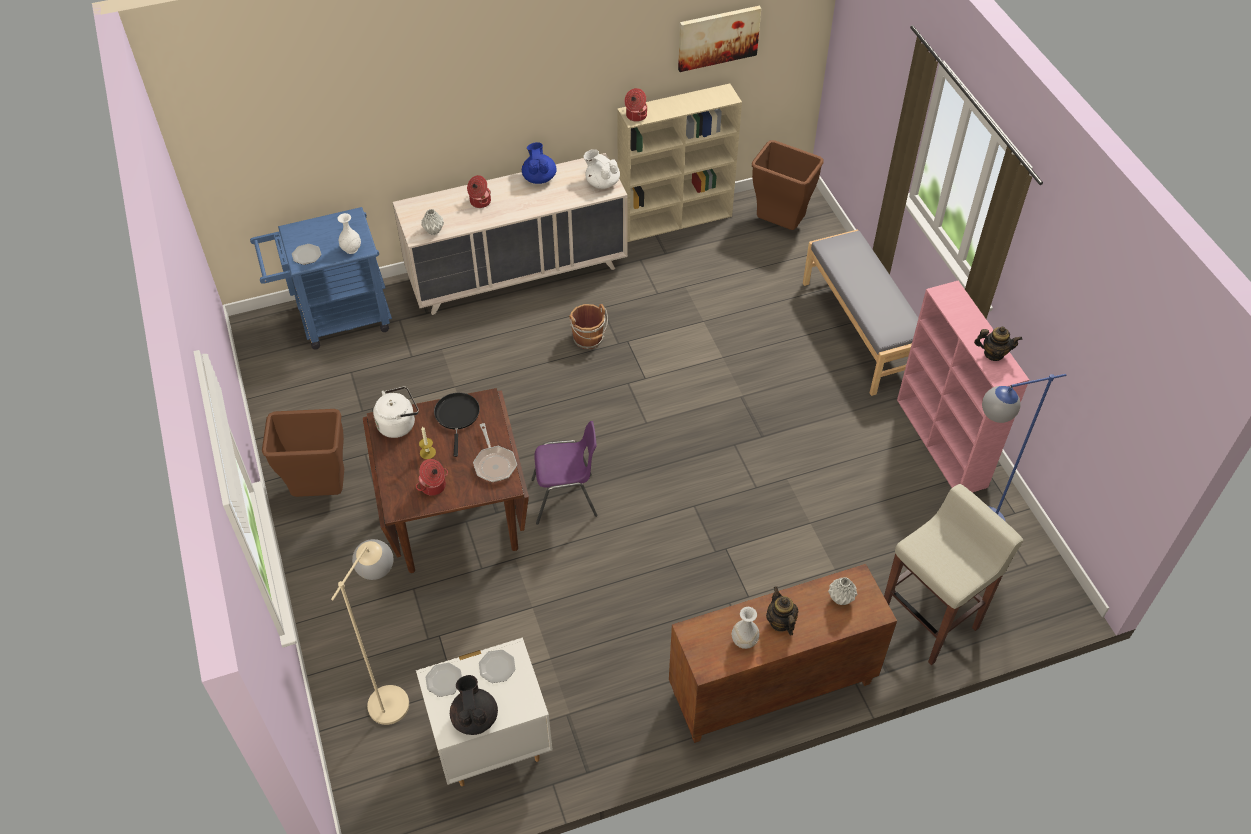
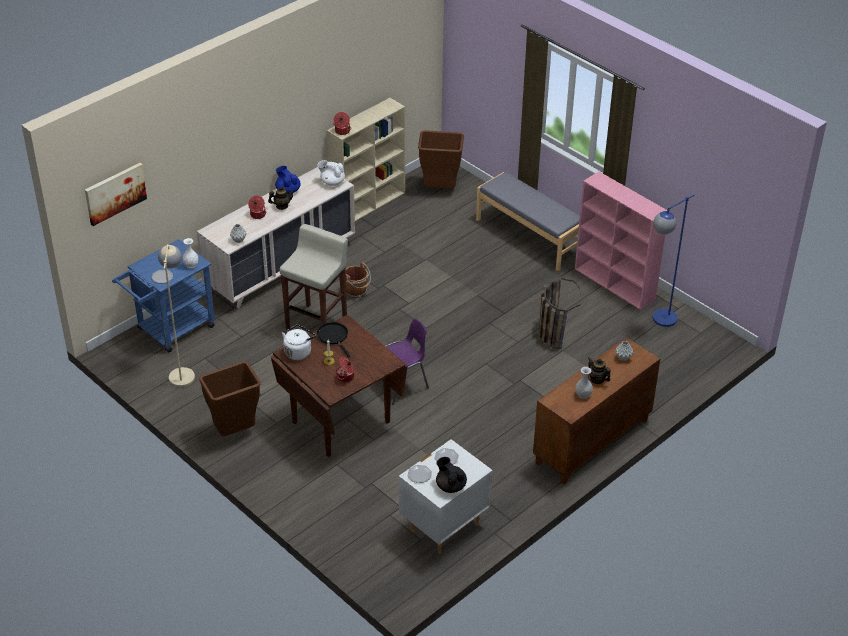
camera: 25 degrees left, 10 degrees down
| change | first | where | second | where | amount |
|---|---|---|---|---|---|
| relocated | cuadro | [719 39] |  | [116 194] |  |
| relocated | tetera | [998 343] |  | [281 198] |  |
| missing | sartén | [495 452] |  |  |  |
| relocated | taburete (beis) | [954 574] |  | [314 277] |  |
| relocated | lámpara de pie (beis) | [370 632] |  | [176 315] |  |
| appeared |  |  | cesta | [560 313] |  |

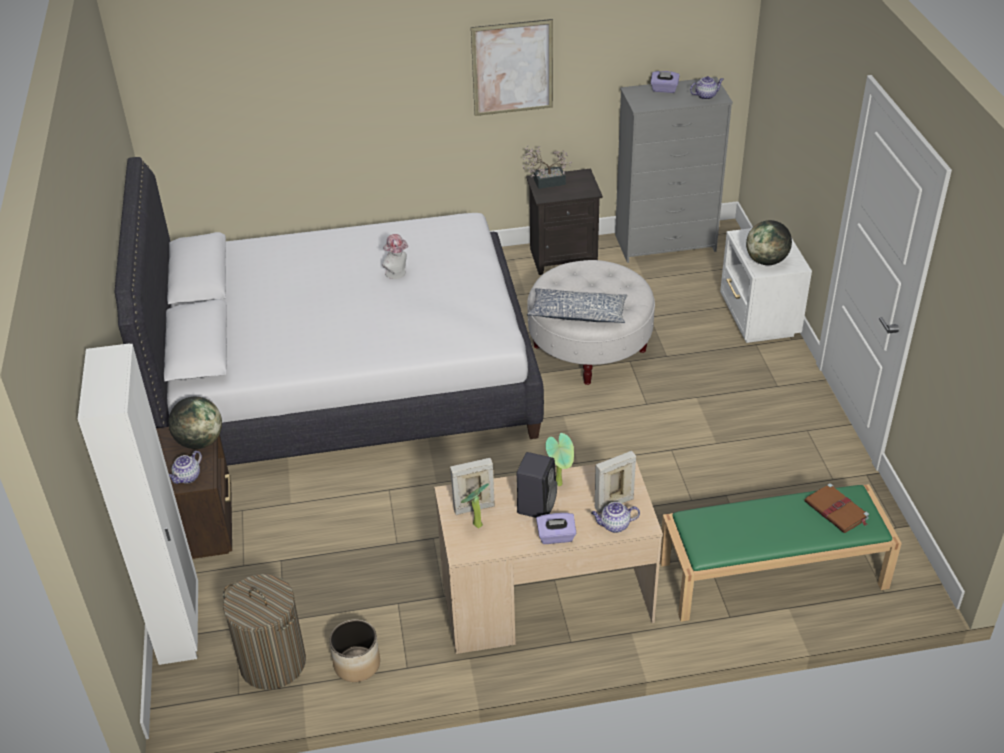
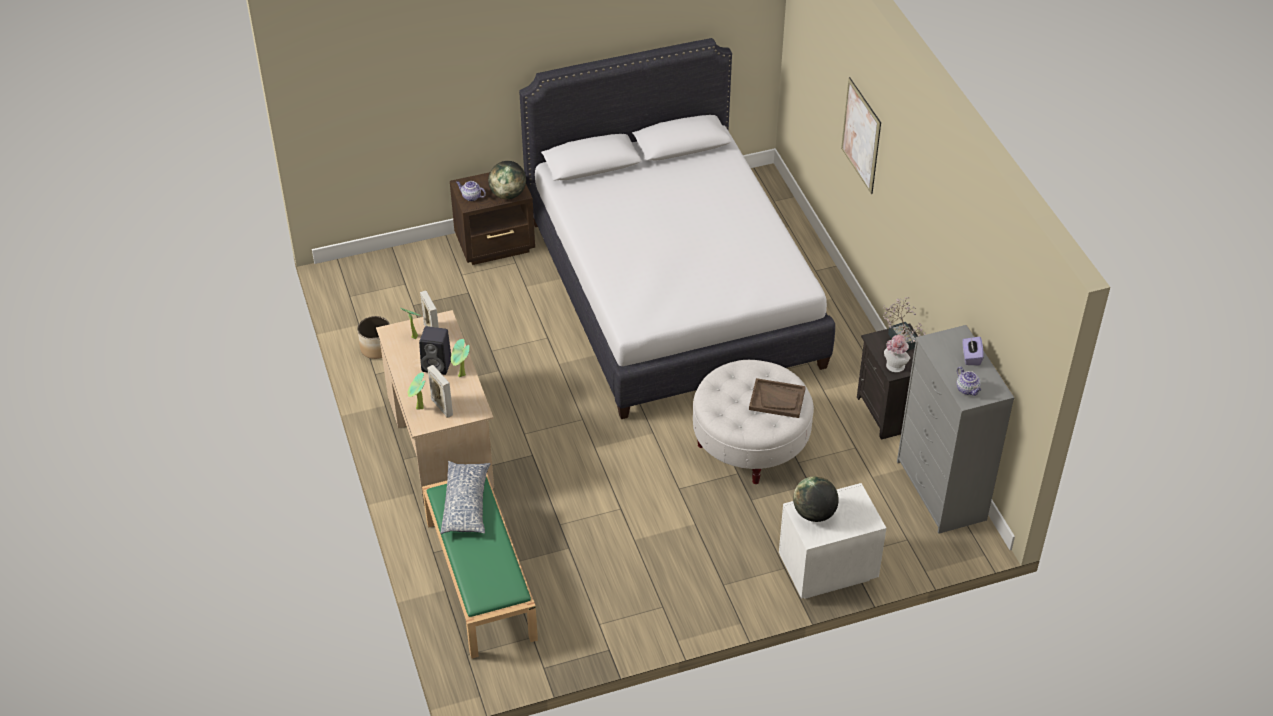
camera: 80 degrees right, 5 degrees up
| change | first | where | second | where | amount |
|---|---|---|---|---|---|
| relocated | cuadro | [512 67] |  | [861 135] |  |
| relocated | sombrero | [395 256] |  | [897 353] |  |
| relocated | cojín | [577 305] |  | [465 497] |  |
| missing | armario ropero (blanco) | [138 504] |  |  |  |
| missing | libro (marrón) | [837 508] |  |  |  |
| exchanged | tetera | [615 517] | planta en maceta | [416 391] |  |
| missing | caja de pañuelos (morado) | [556 528] |  |  |  |
| missing | cesto de la ropa | [264 632] |  |  |  |
| appeared |  |  | bandeja (marrón) | [777 398] |  |

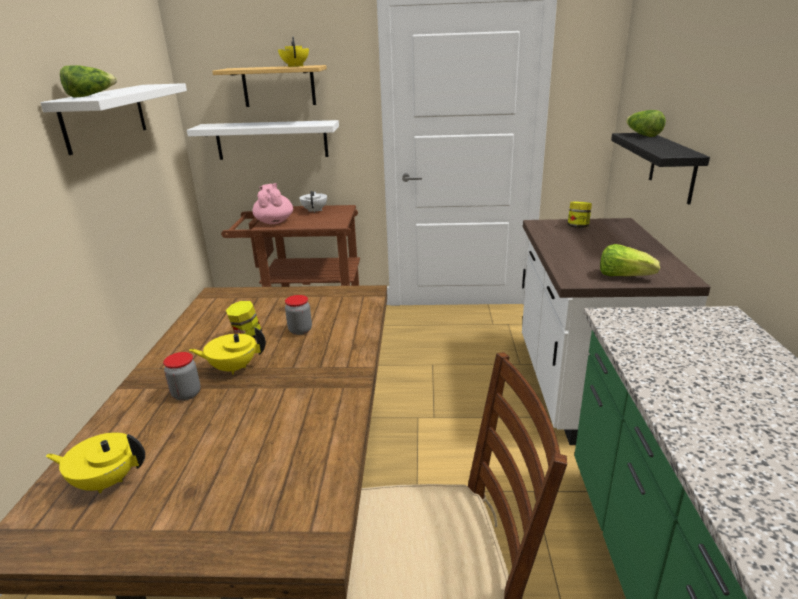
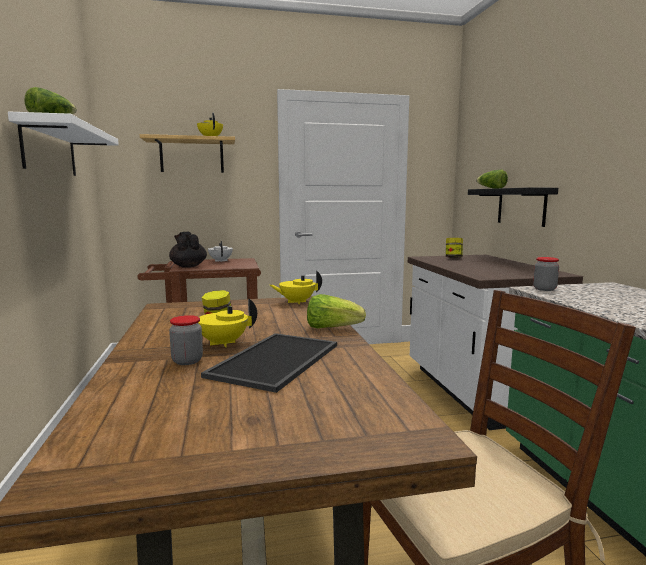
camera: 15 degrees left, 15 degrees down
| change | first | where | second | where | amount |
|---|---|---|---|---|---|
| missing | estante (blanco) | [263 140] |  |  |  |
| colour | tetera (rosa) | [273 203] | tetera (negro) | [188 250] |  |
| relocated | lechuga | [630 260] |  | [336 311] |  |
| relocated | tarro | [298 315] |  | [546 274] |  |
| relocated | tetera (amarillo) | [95 462] |  | [296 287] |  |
| appeared |  |  | bandeja | [269 363] |  |

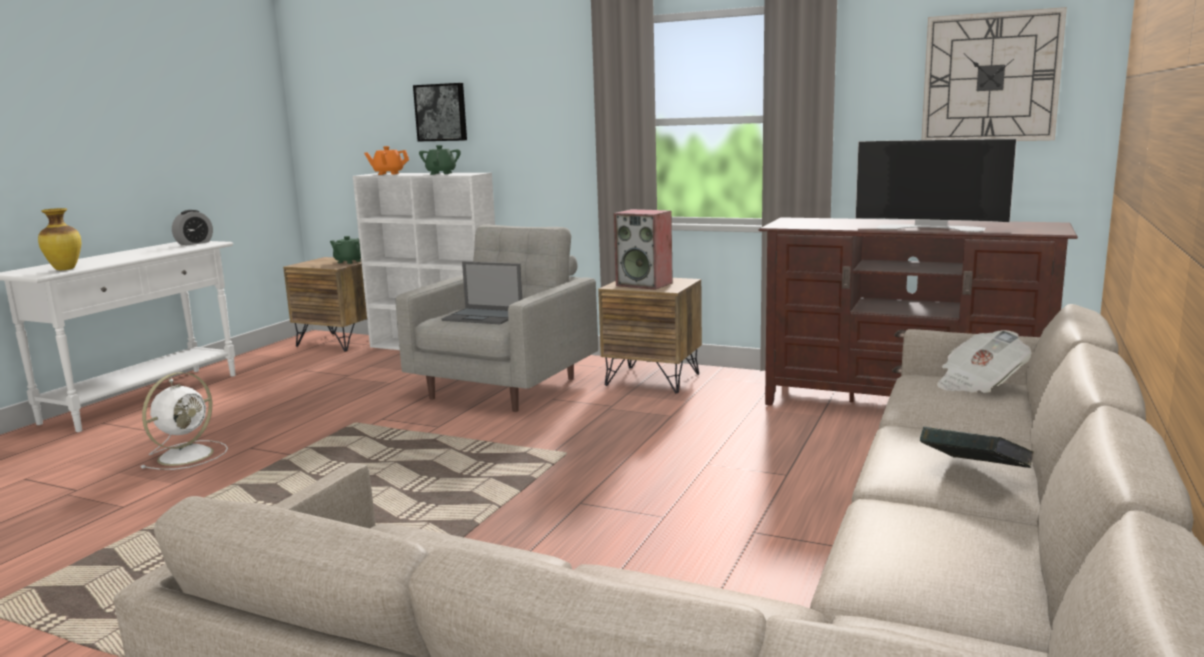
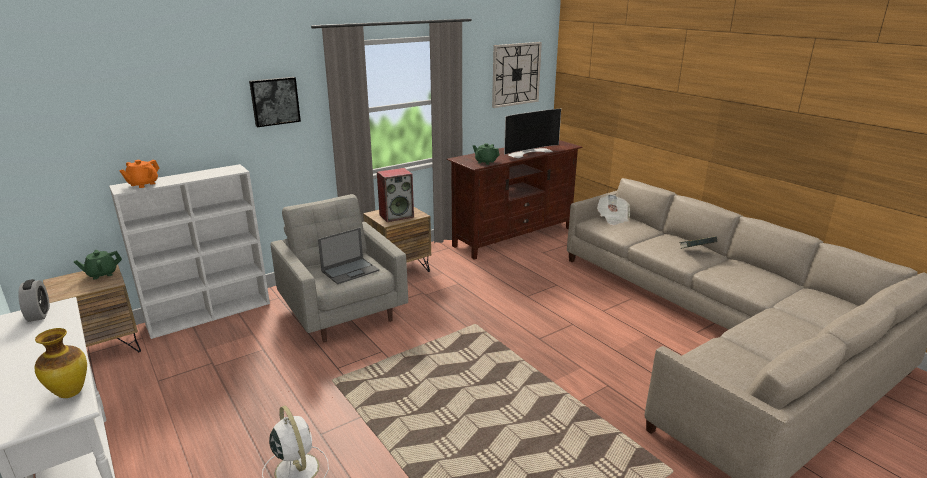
camera: 60 degrees left, 10 degrees up
| change | first | where | second | where | amount |
|---|---|---|---|---|---|
| relocated | cuadro | [440 112] |  | [275 102] |  |
| relocated | tetera (verde) | [440 160] |  | [486 154] |  |

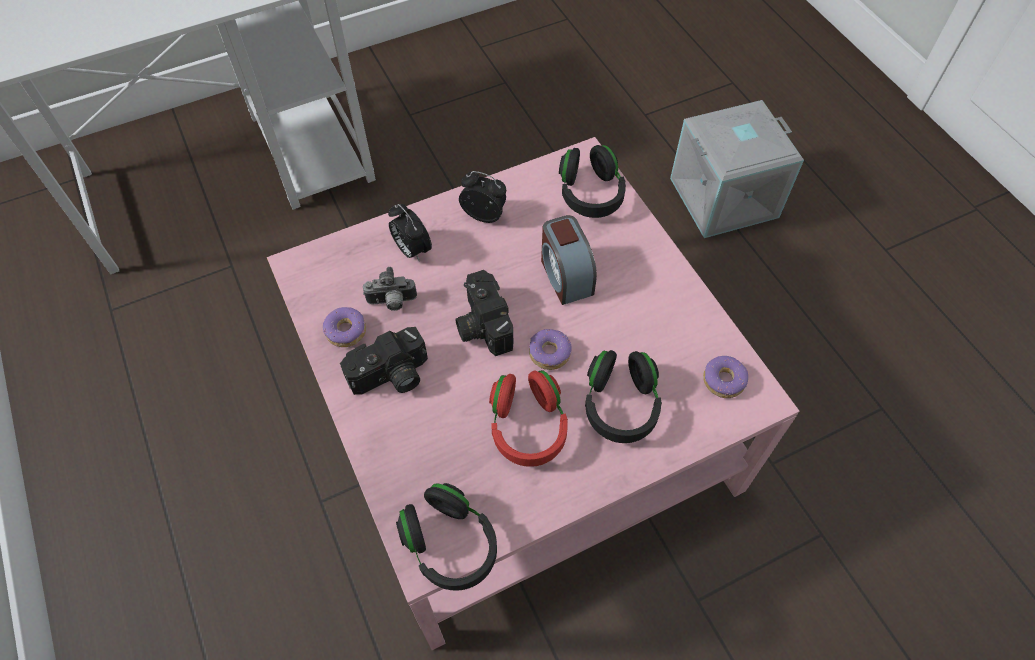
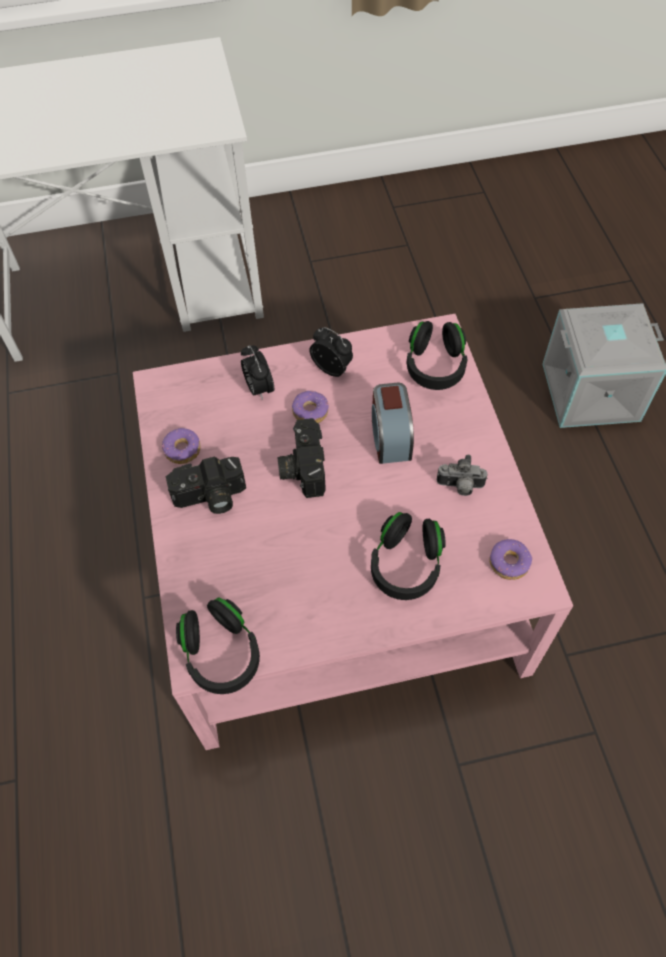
camera: 15 degrees right, 0 degrees up
| change | first | where | second | where | amount |
|---|---|---|---|---|---|
| relocated | cámara | [390 289] |  | [462 475] |  |
| relocated | rosquilla | [550 349] |  | [310 407] |  |
| missing | auriculares (rojo) | [528 418] |  |  |  |

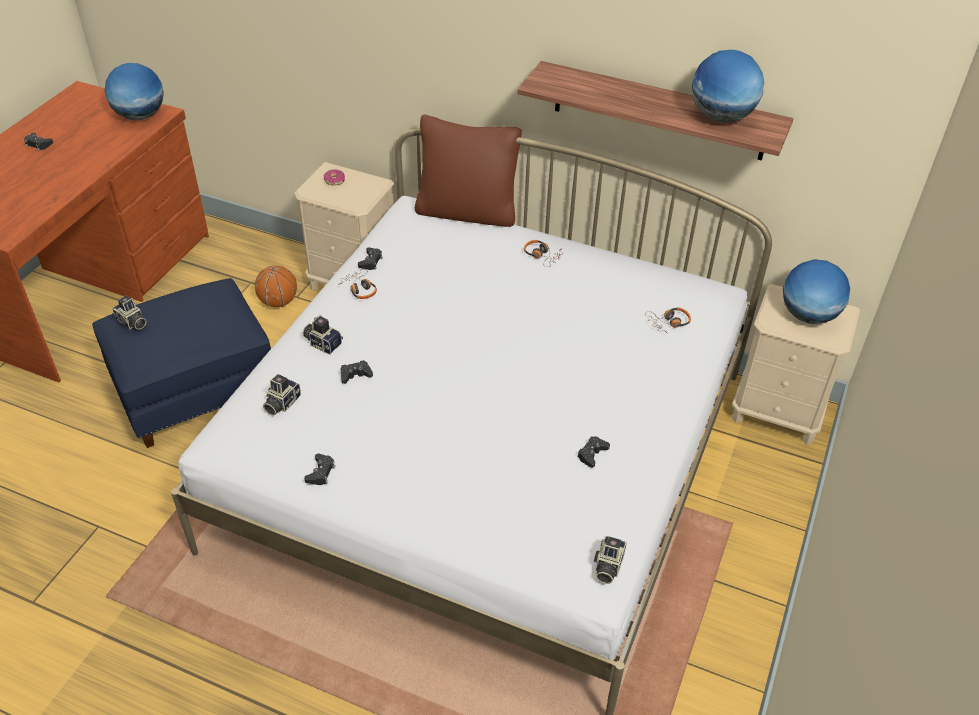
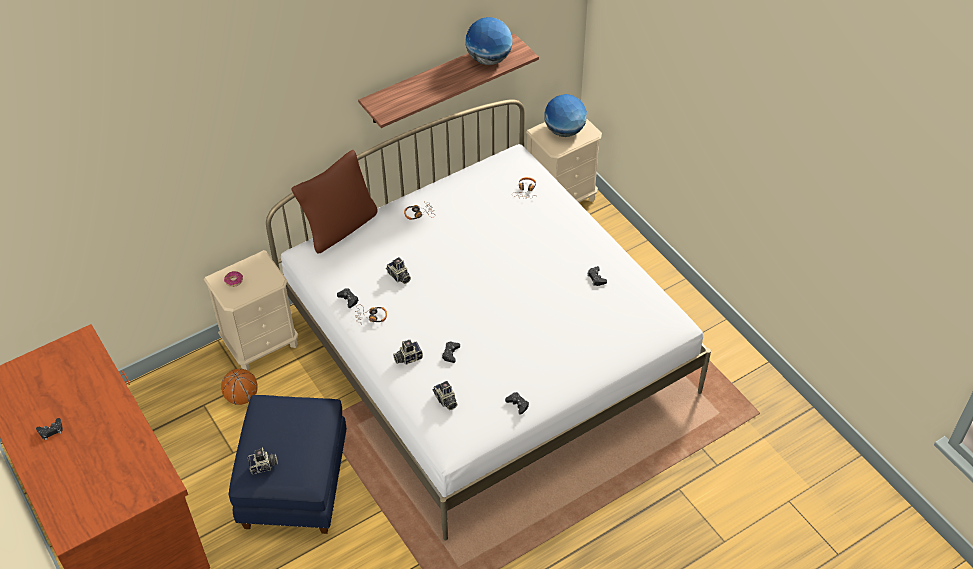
camera: 55 degrees left, 5 degrees up
| change | first | where | second | where | amount |
|---|---|---|---|---|---|
| missing | globo terráqueo | [134 91] |  |  |  |
| relocated | cámara | [610 560] |  | [398 270] |  |

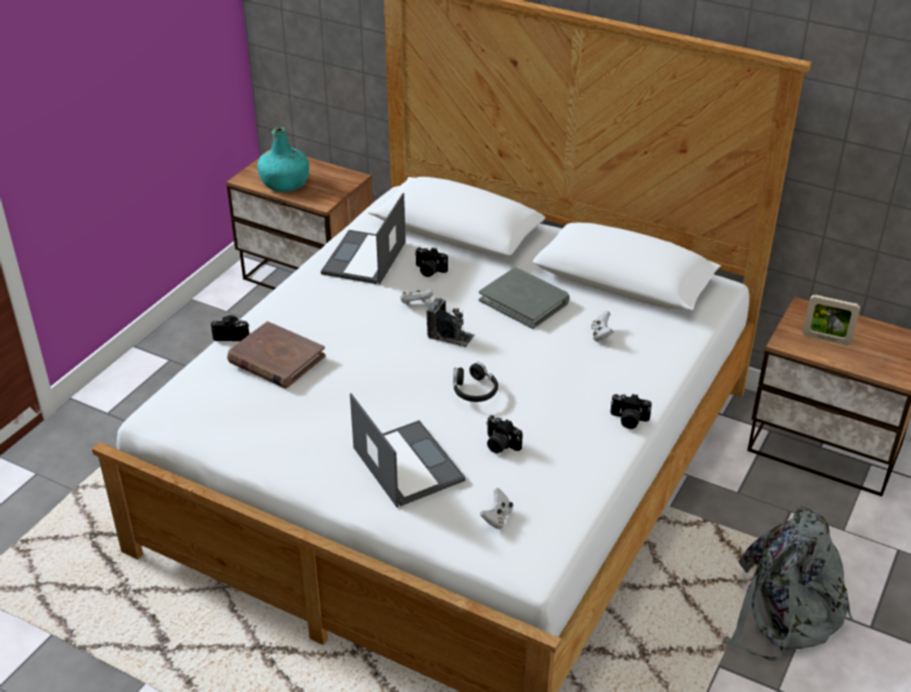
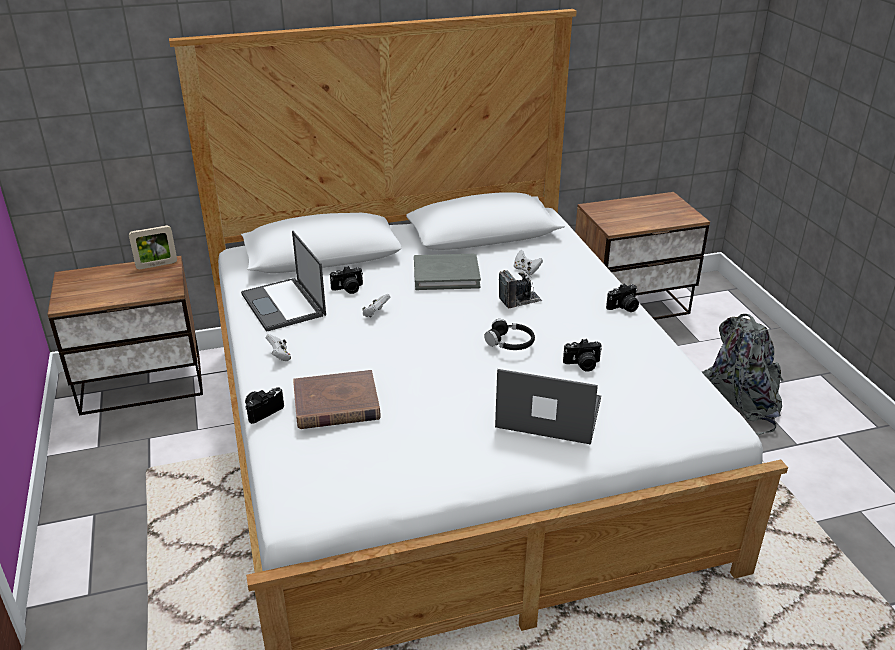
camera: 45 degrees left, 5 degrees down
| change | first | where | second | where | amount |
|---|---|---|---|---|---|
| missing | botella (turquesa) | [283 159] |  |  |  |
| relocated | portarretratos | [831 320] |  | [153 247] |  |
| relocated | cámara | [450 323] |  | [520 289] |  |
| relocated | mando de consola (blanco) | [496 508] |  | [278 347] |  |

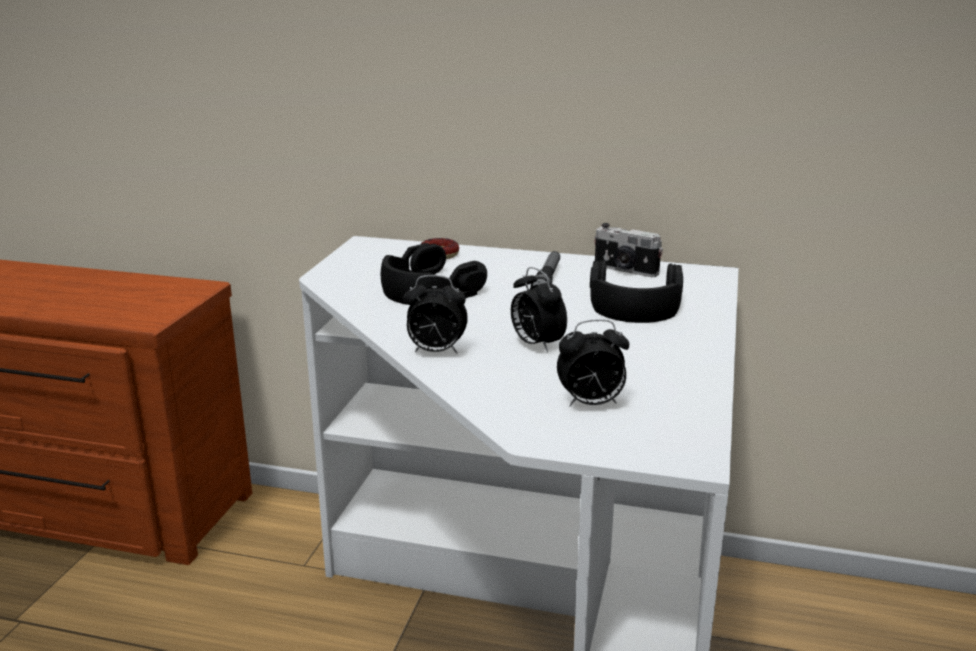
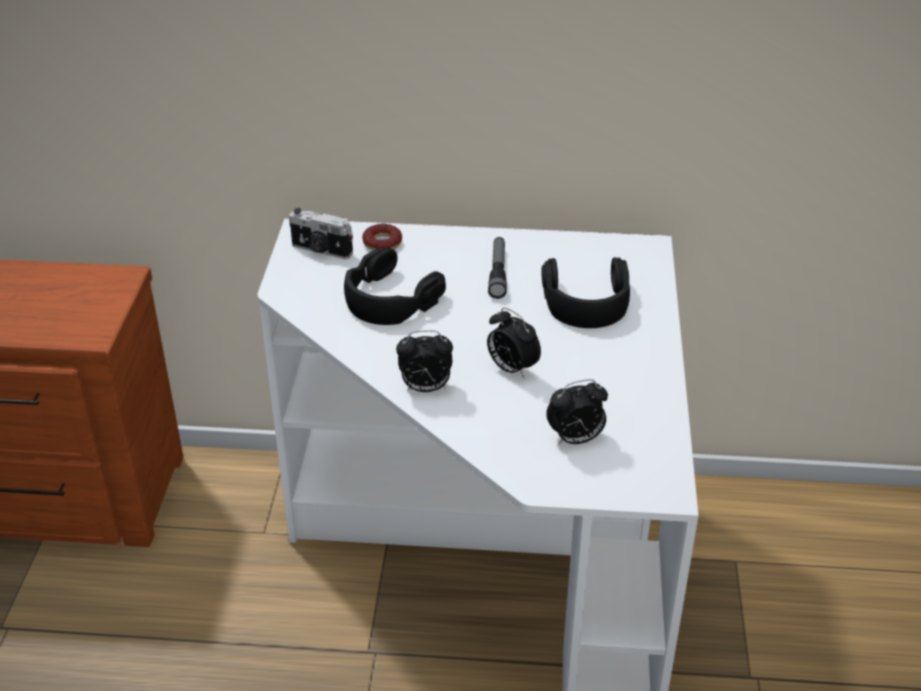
camera: 10 degrees left, 15 degrees up
| change | first | where | second | where | amount |
|---|---|---|---|---|---|
| relocated | cámara | [629 250] |  | [321 233] |  |

